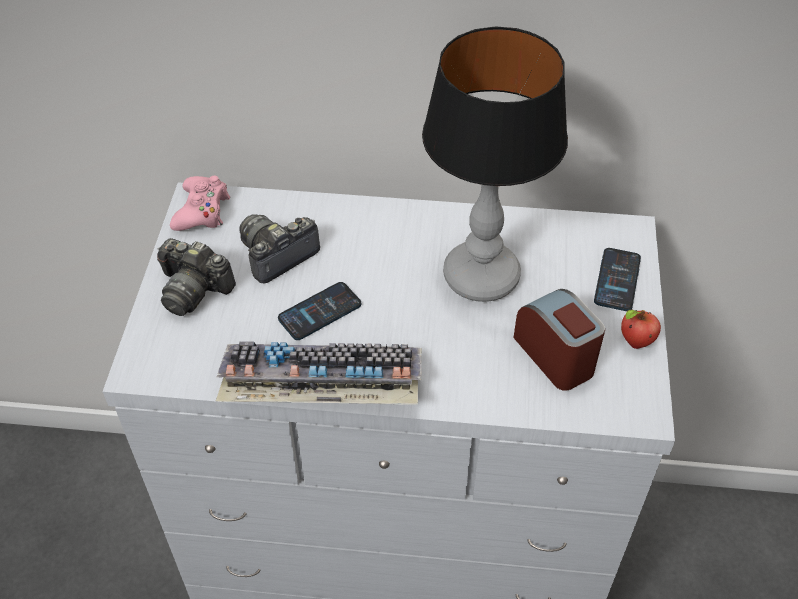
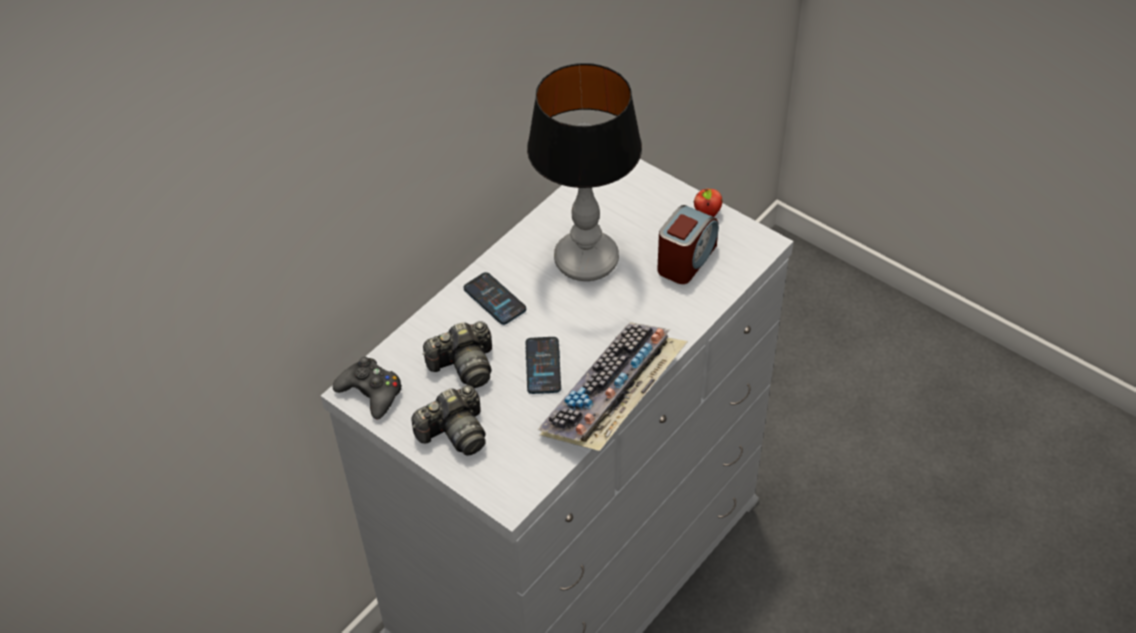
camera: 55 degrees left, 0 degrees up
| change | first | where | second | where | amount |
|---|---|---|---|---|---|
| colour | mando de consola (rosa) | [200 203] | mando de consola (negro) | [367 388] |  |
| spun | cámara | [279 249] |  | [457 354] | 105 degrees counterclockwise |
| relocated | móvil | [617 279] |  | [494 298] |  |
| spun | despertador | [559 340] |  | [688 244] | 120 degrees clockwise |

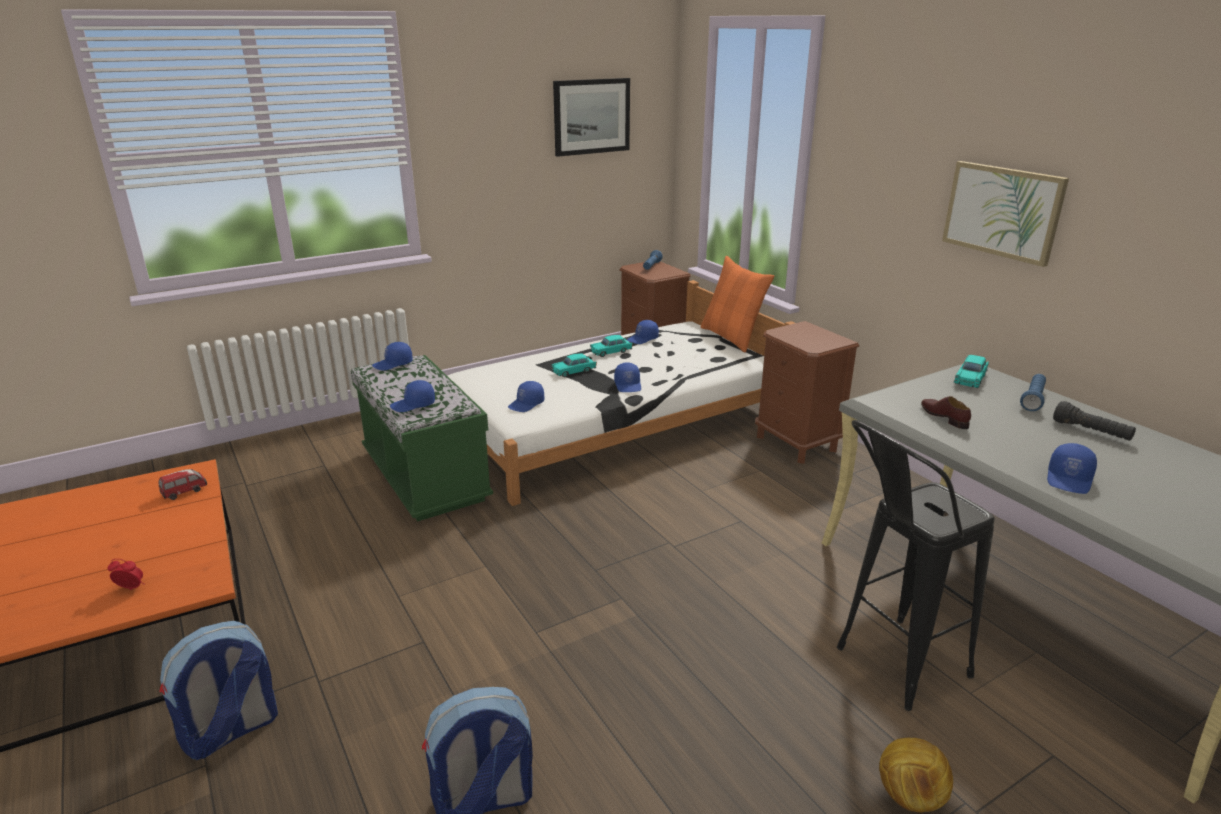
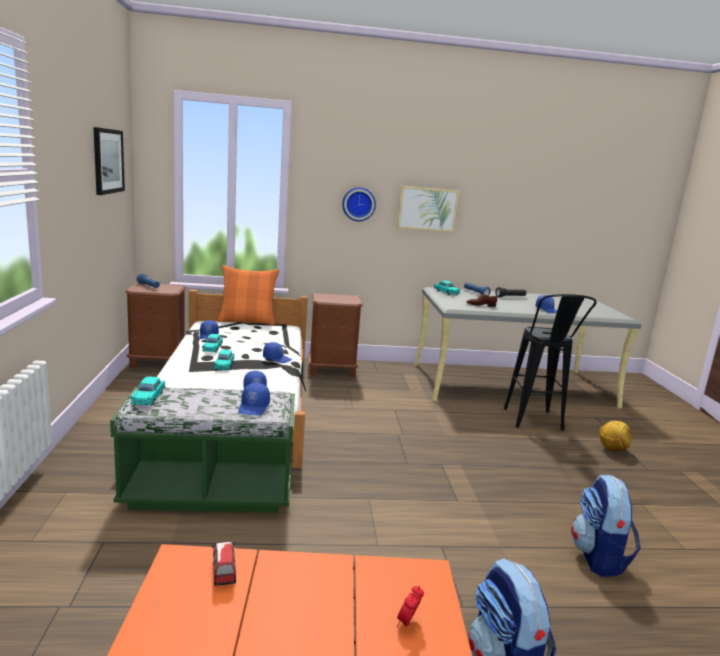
camera: 65 degrees left, 10 degrees down
| change | first | where | second | where | amount |
|---|---|---|---|---|---|
| exchanged | gorra (azul) | [392 356] | coche de juguete (turquesa) | [147 391] |  |
| appeared |  |  | reloj de pared | [359 204] |  |

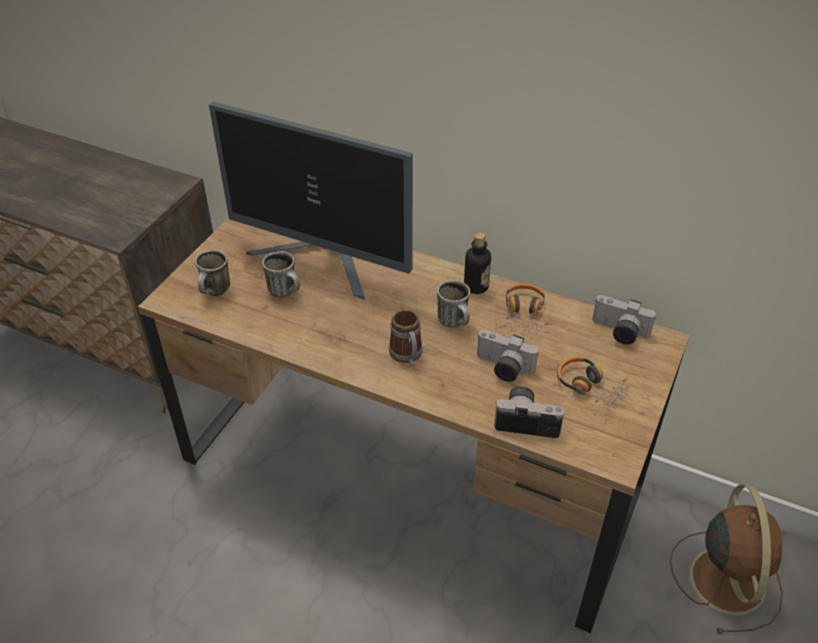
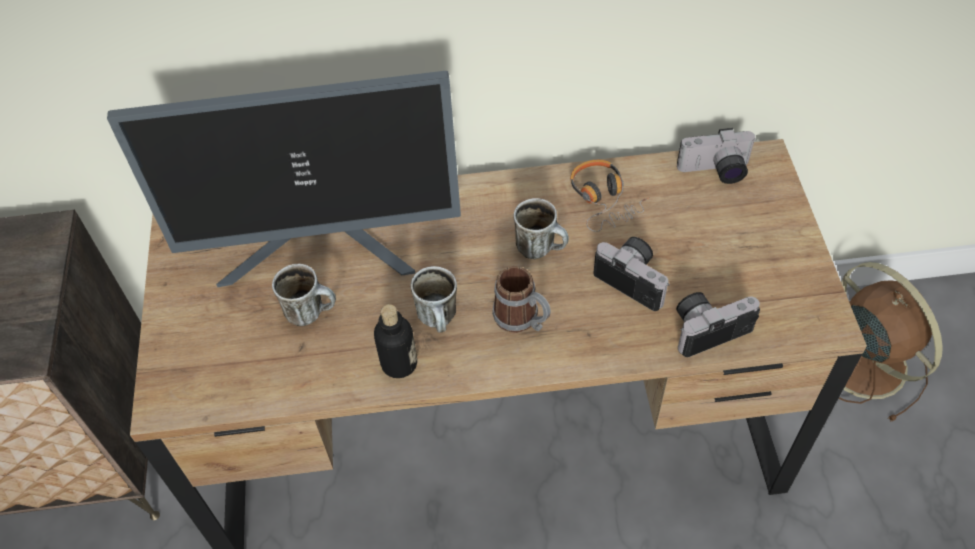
camera: 30 degrees left, 10 degrees up
| change | first | where | second | where | amount |
|---|---|---|---|---|---|
| relocated | botella | [477 263] |  | [395 341] |  |
| relocated | taza grande | [212 273] |  | [433 299] |  |
| spun | cámara | [508 356] |  | [631 274] | 135 degrees counterclockwise |
| missing | auriculares | [593 386] |  |  |  |

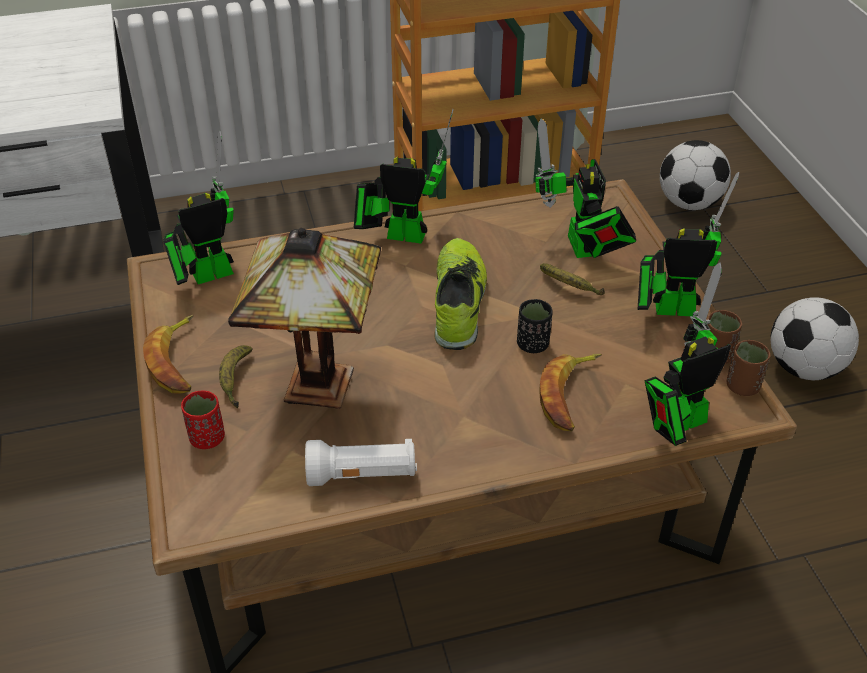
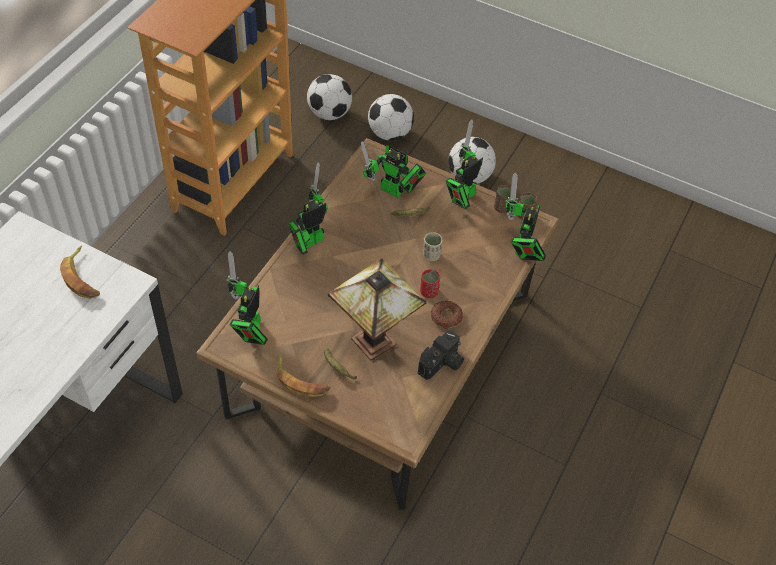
camera: 50 degrees left, 10 degrees up
| change | first | where | second | where | amount |
|---|---|---|---|---|---|
| missing | zapato | [460 294] |  |  |  |
| colour | taza (negro) | [535 326] | taza (beis) | [432 246] |  |
| relocated | plátano | [570 393] |  | [80 272] |  |
| relocated | taza (rojo) | [203 419] |  | [430 283] |  |
| exchanged | linterna (blanco) | [361 462] | cámara | [441 355] |  |
| appeared |  |  | balón de fútbol | [391 117] |  |
| appeared |  |  | rosquilla | [447 315] |  |

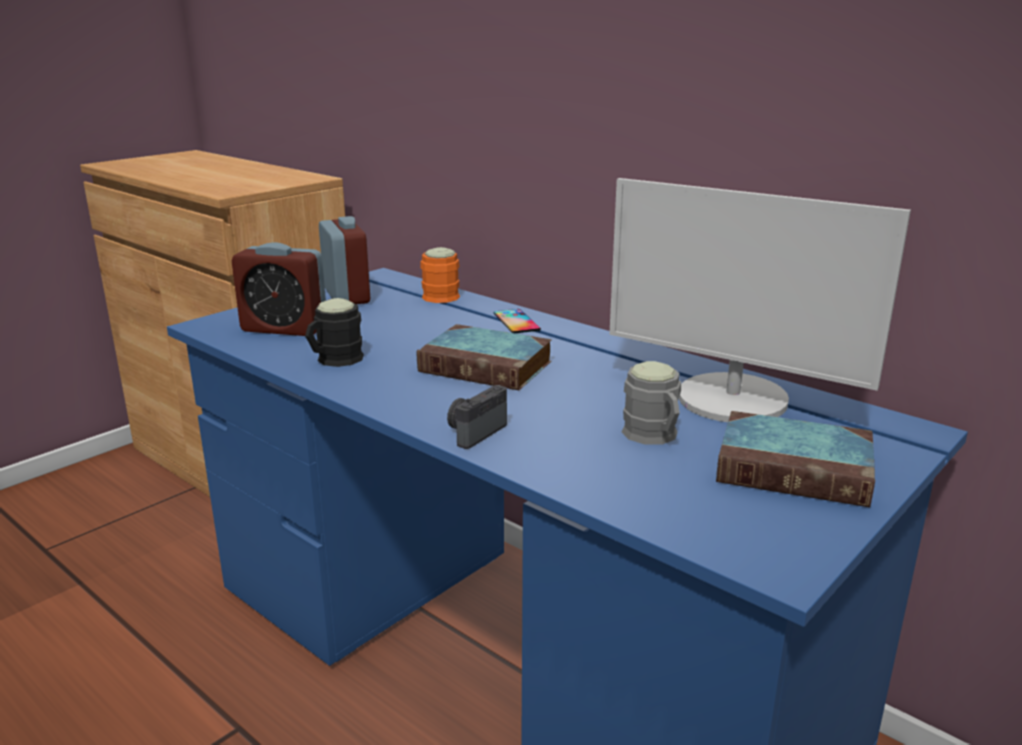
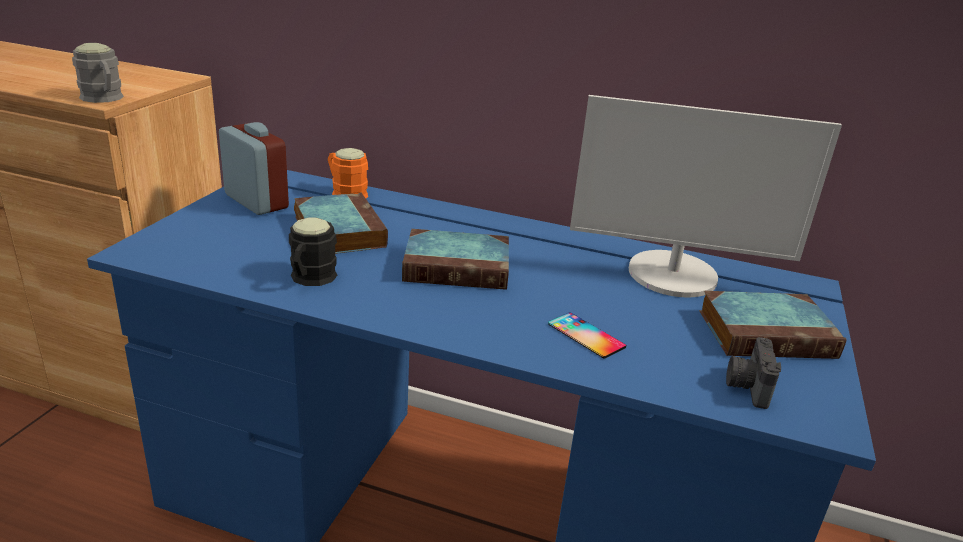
camera: 25 degrees left, 5 degrees up
| change | first | where | second | where | amount |
|---|---|---|---|---|---|
| missing | despertador | [279 289] |  |  |  |
| relocated | móvil | [517 321] |  | [587 335] |  |
| relocated | taza grande (gris) | [651 403] |  | [98 73] |  |
| relocated | cámara | [477 417] |  | [753 373] |  |
| appeared |  |  | libro | [341 223] |  |

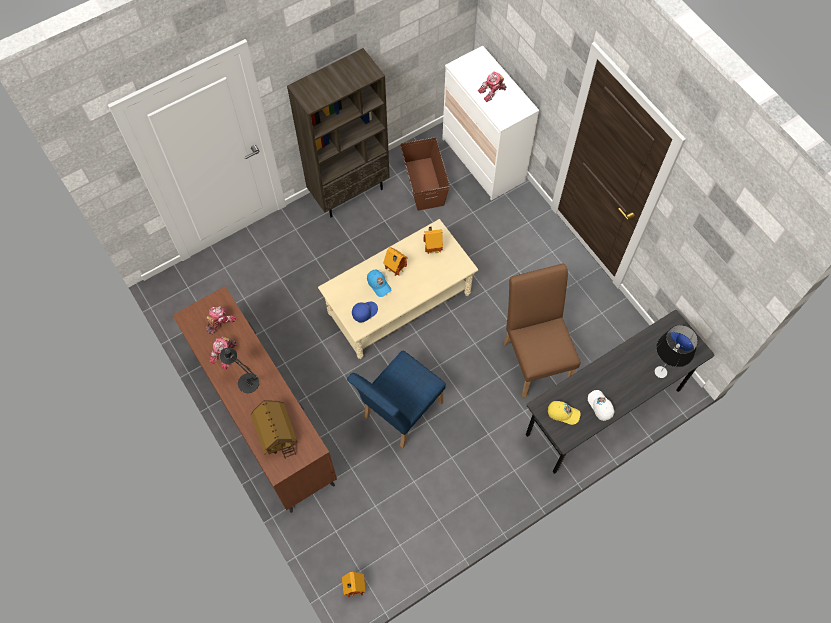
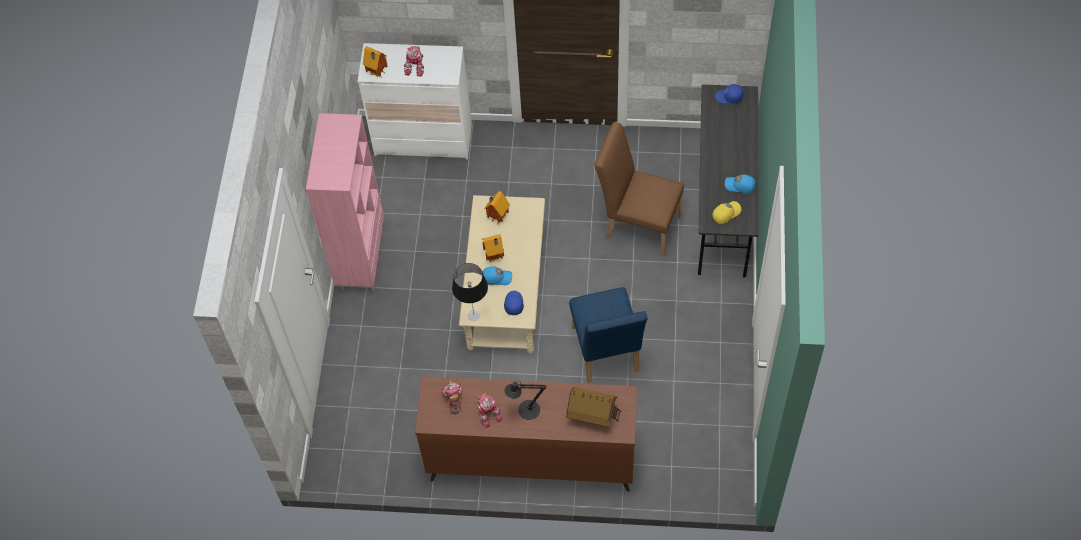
camera: 50 degrees left, 5 degrees down
| change | first | where | second | where | amount |
|---|---|---|---|---|---|
| colour | estantería (marrón) | [338 132] | estantería (rosa) | [345 202] |  |
| missing | caja de almacenaje (marrón) | [425 174] |  |  |  |
| relocated | lámpara de mesa | [676 351] |  | [470 292] |  |
| colour | gorra (blanco) | [601 405] | gorra (azul) | [740 184] |  |
| relocated | casita | [354 584] |  | [375 62] |  |

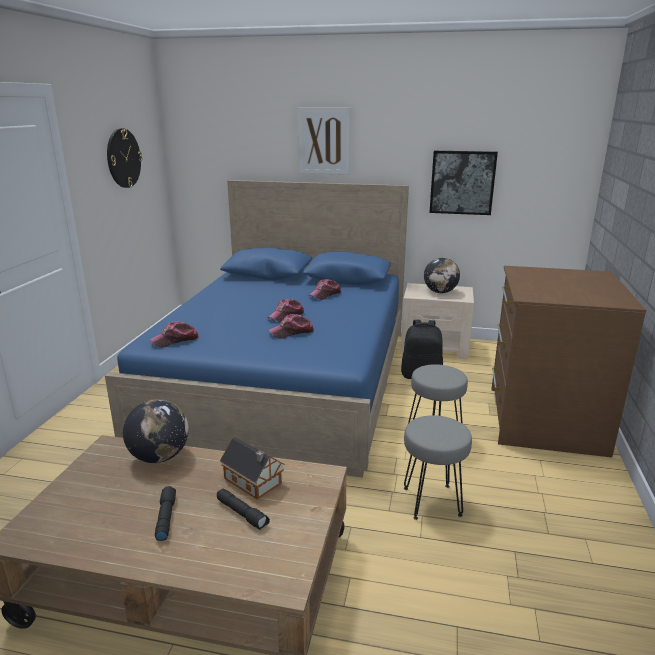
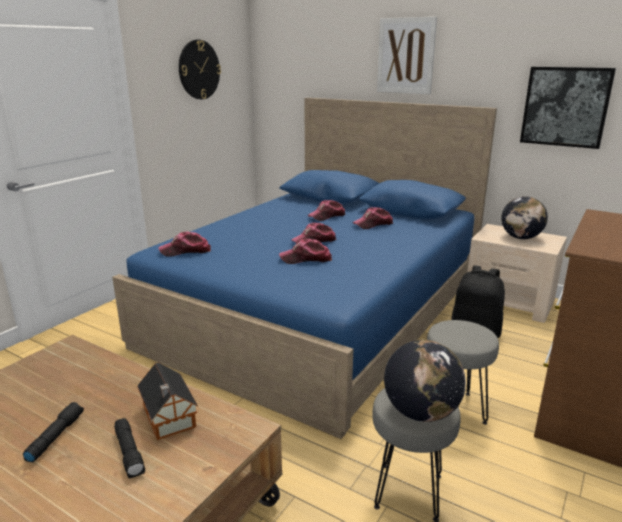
camera: 20 degrees right, 0 degrees up
| change | first | where | second | where | amount |
|---|---|---|---|---|---|
| relocated | globo terráqueo | [156 431] |  | [425 381] |  |
| appeared |  |  | gorra | [327 210] |  |

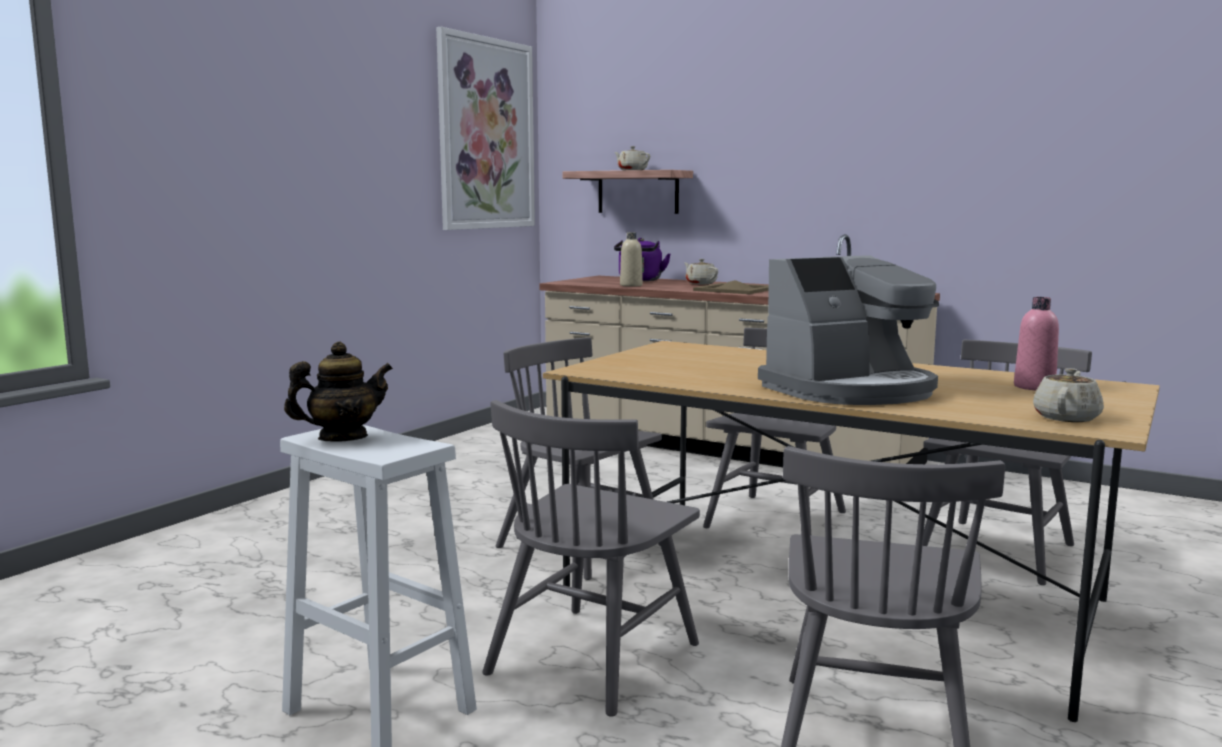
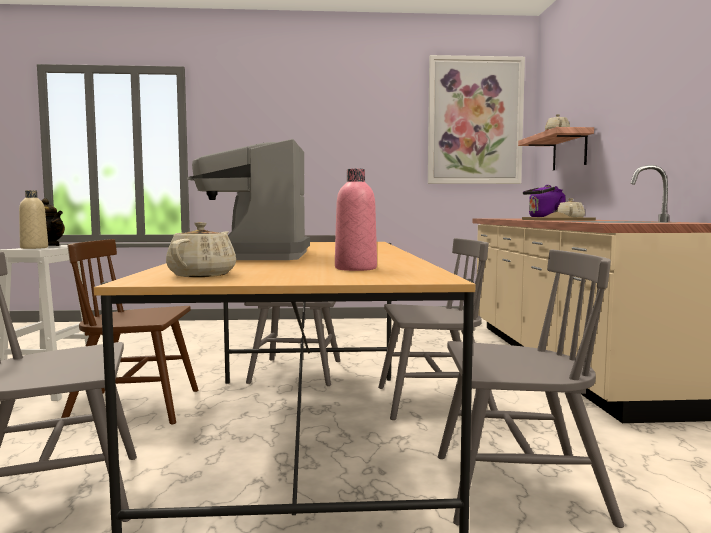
camera: 55 degrees right, 5 degrees down
| change | first | where | second | where | amount |
|---|---|---|---|---|---|
| relocated | botella (beis) | [631 259] |  | [33 219] |  |
| spun | cafetera | [848 330] |  | [248 199] | 60 degrees clockwise |
| spun | tetera (beis) | [1068 395] |  | [201 249] | 75 degrees counterclockwise |
| colour | silla (gris) | [591 558] | silla (marrón) | [129 331] |  |

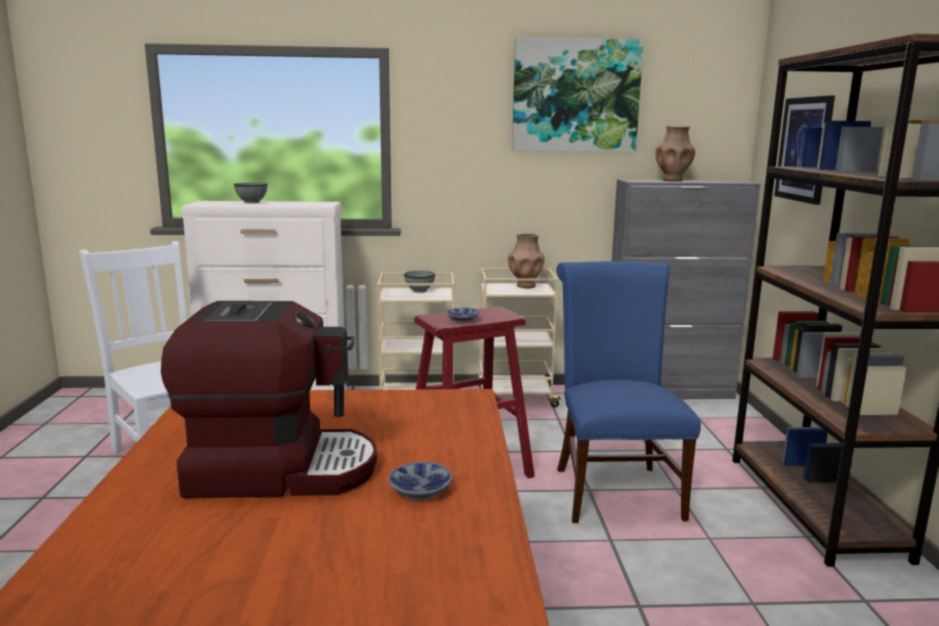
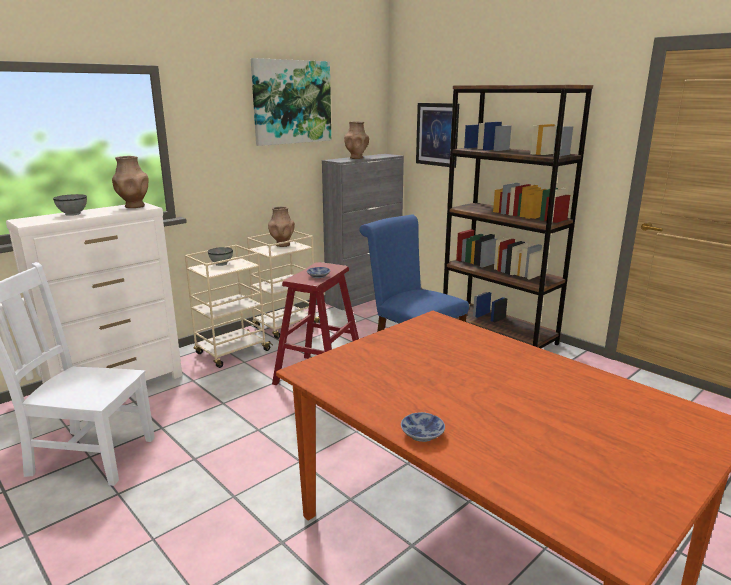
camera: 40 degrees left, 5 degrees up
| change | first | where | second | where | amount |
|---|---|---|---|---|---|
| missing | cafetera | [269 399] |  |  |  |
| relocated | cuenco | [420 481] |  | [423 427] |  |
| appeared |  |  | florero (marrón) | [130 182] |  |

